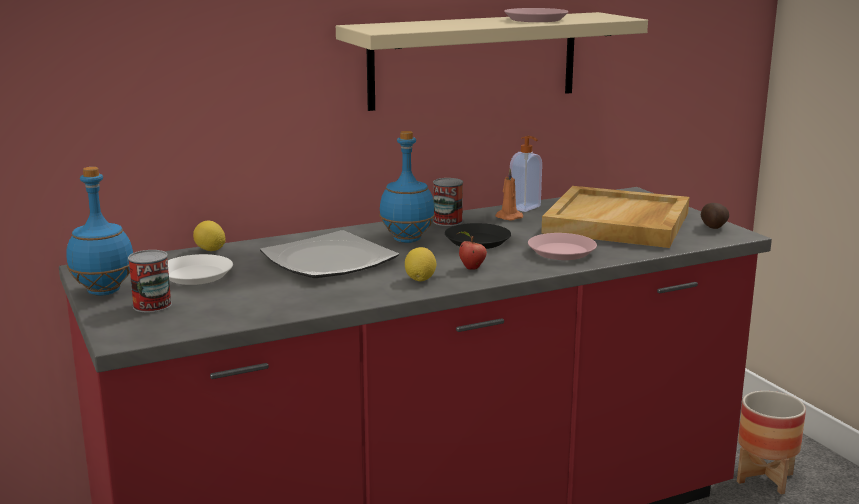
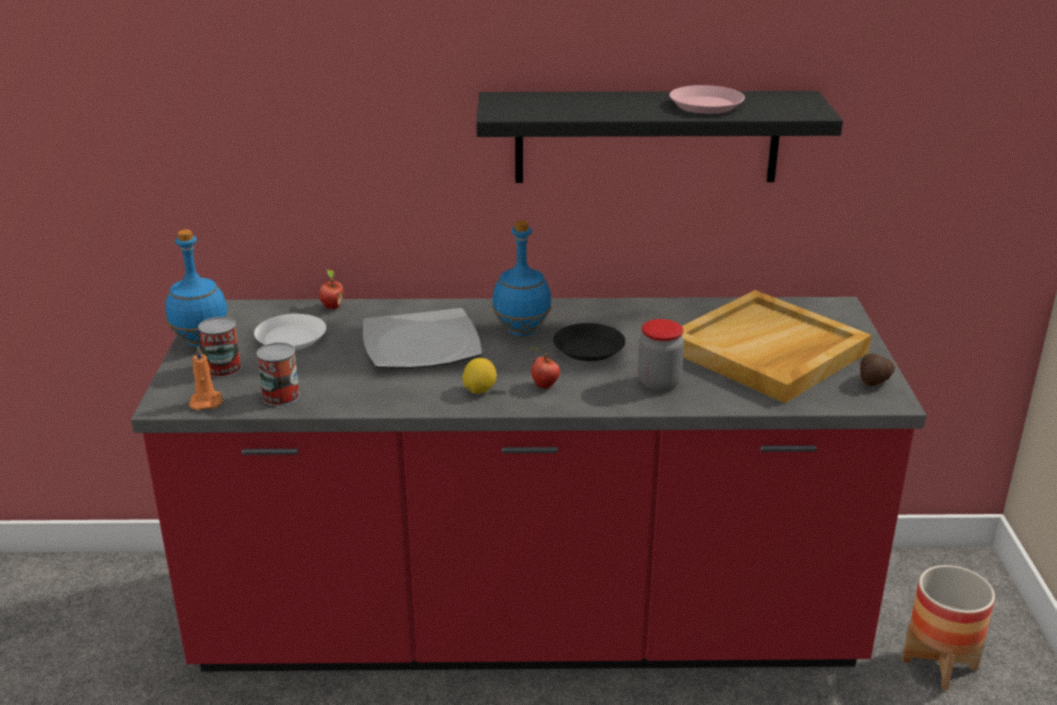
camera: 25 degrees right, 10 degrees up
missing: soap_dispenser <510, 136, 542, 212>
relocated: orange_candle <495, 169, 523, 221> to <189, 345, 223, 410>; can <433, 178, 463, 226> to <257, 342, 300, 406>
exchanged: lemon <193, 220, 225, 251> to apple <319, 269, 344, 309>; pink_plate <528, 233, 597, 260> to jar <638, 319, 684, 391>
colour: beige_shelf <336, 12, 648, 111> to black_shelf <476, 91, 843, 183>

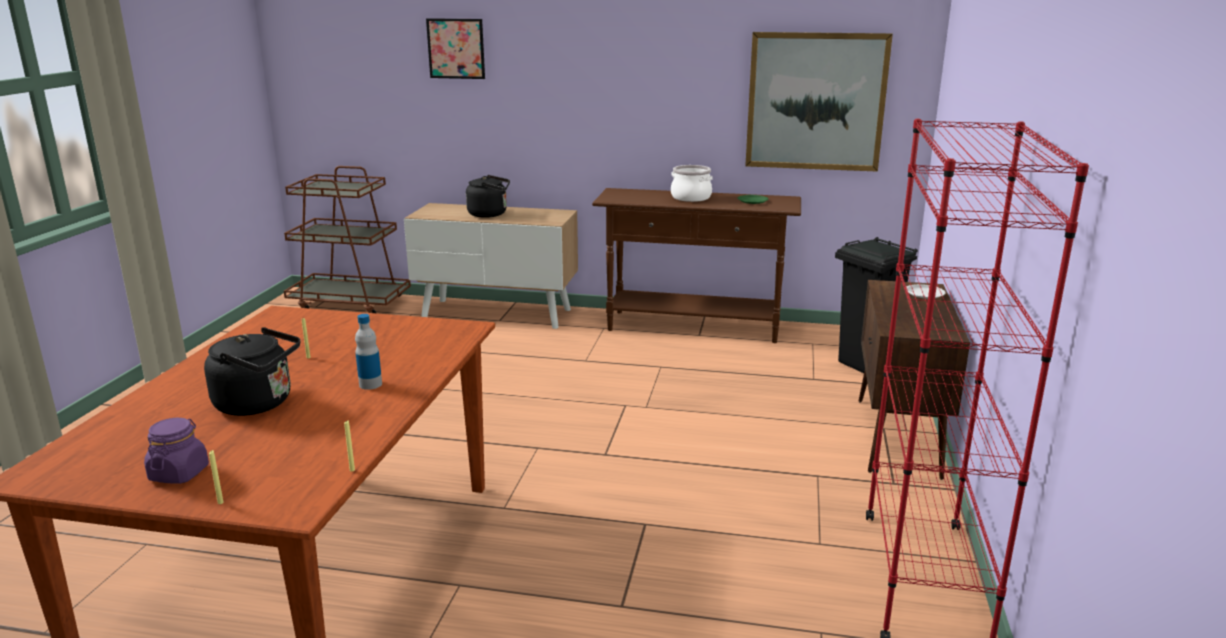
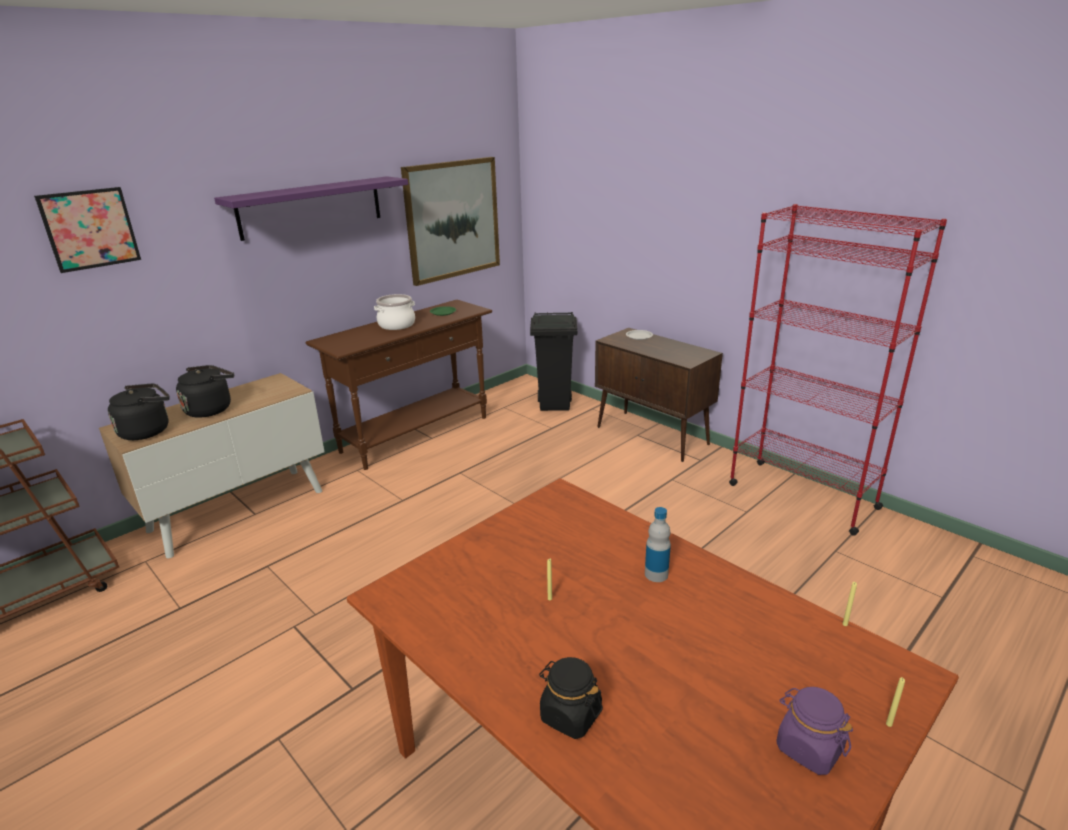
camera: 55 degrees left, 5 degrees up
appeared: purple_shelf <214, 176, 408, 241>; black_jar <539, 657, 603, 739>
relocated: black_kettle <204, 327, 300, 416> to <108, 384, 170, 440>

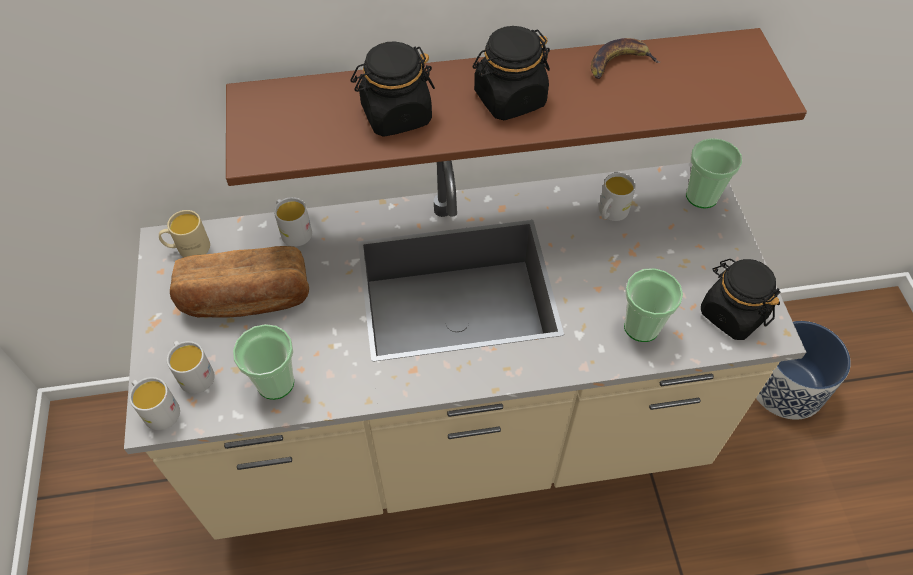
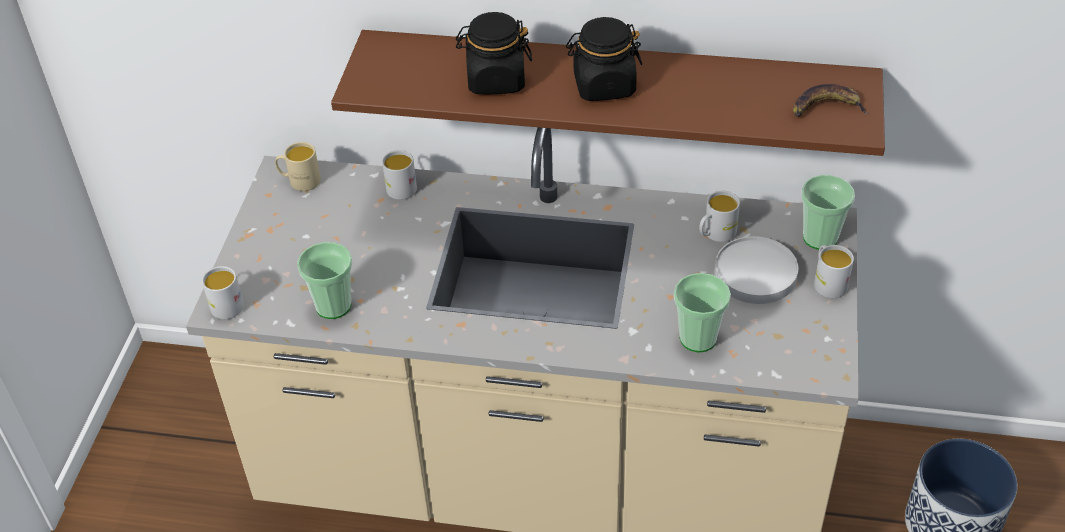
camera: 20 degrees right, 10 degrees down
missing: bread <170, 246, 309, 318>; black_jar <701, 259, 780, 340>
appeared: white_plate <715, 236, 798, 304>
relocated: banana <591, 38, 660, 79> to <793, 84, 869, 117>; white_mug <167, 341, 214, 394> to <814, 245, 854, 298>

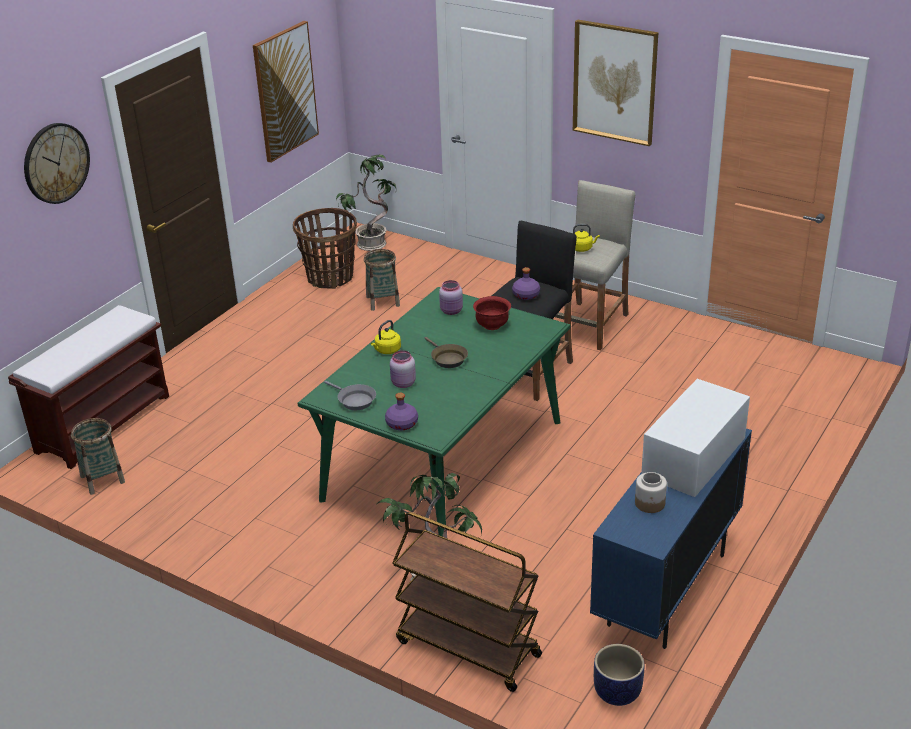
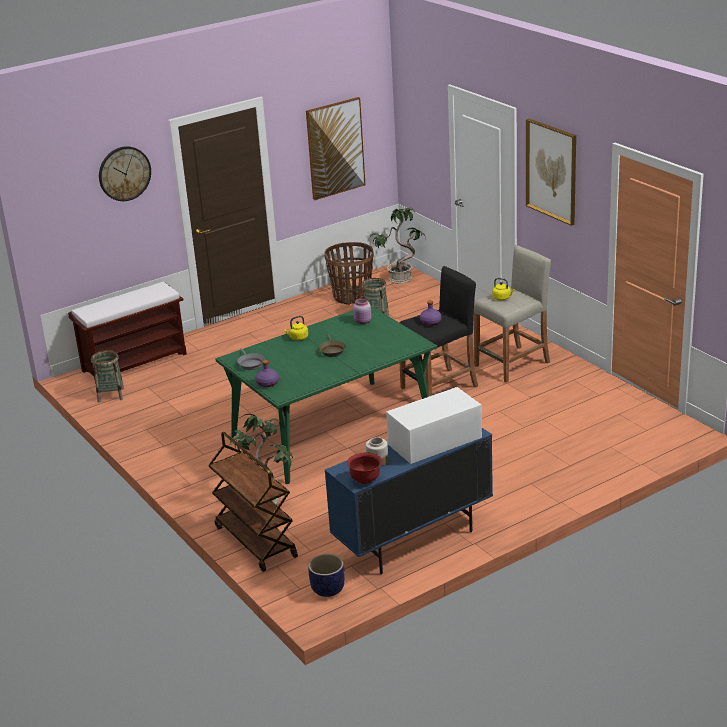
camera: 25 degrees right, 5 degrees down
missing: pink_jar <390, 350, 416, 388>
relocated: red_bowl <473, 296, 511, 330> to <347, 453, 382, 484>

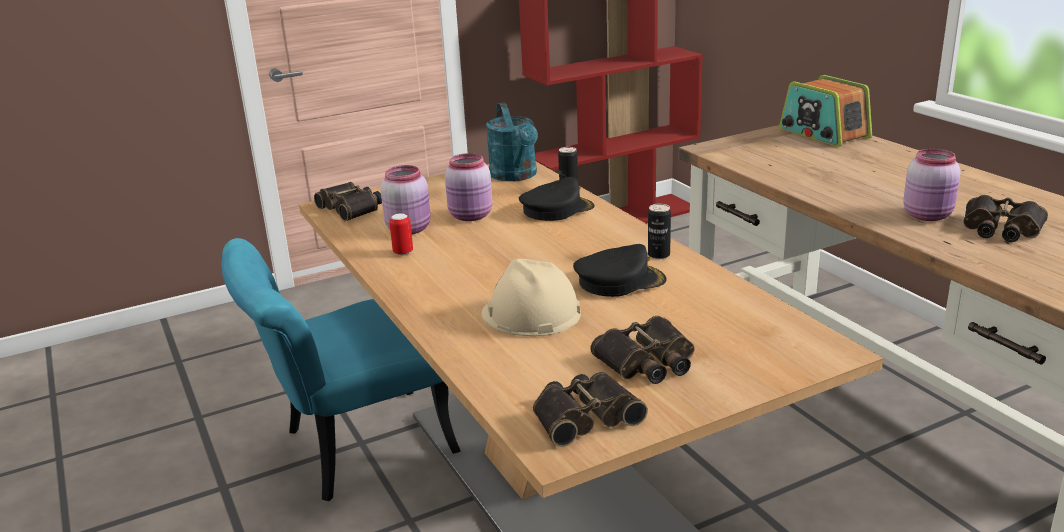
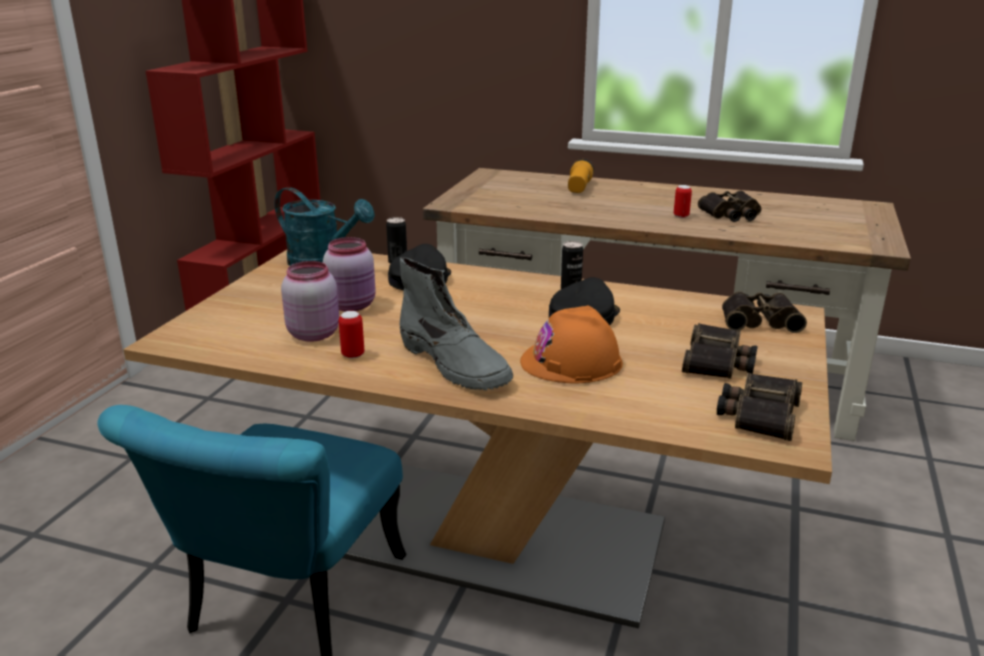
camera: 45 degrees left, 0 degrees up
missing: radio <779, 75, 872, 147>
appeared: grey_boot <400, 257, 513, 390>; flashlight <568, 159, 594, 193>
relocated: binoculars <314, 182, 382, 221> to <722, 292, 807, 333>
exchanged: pink_jar <903, 148, 961, 221> to can <674, 185, 692, 218>
colour: beige_hard_hat <482, 259, 581, 336> to orange_hard_hat <520, 305, 623, 383>

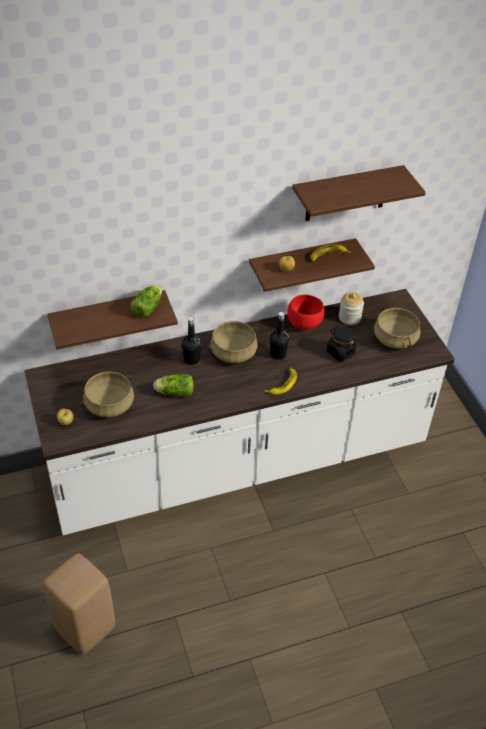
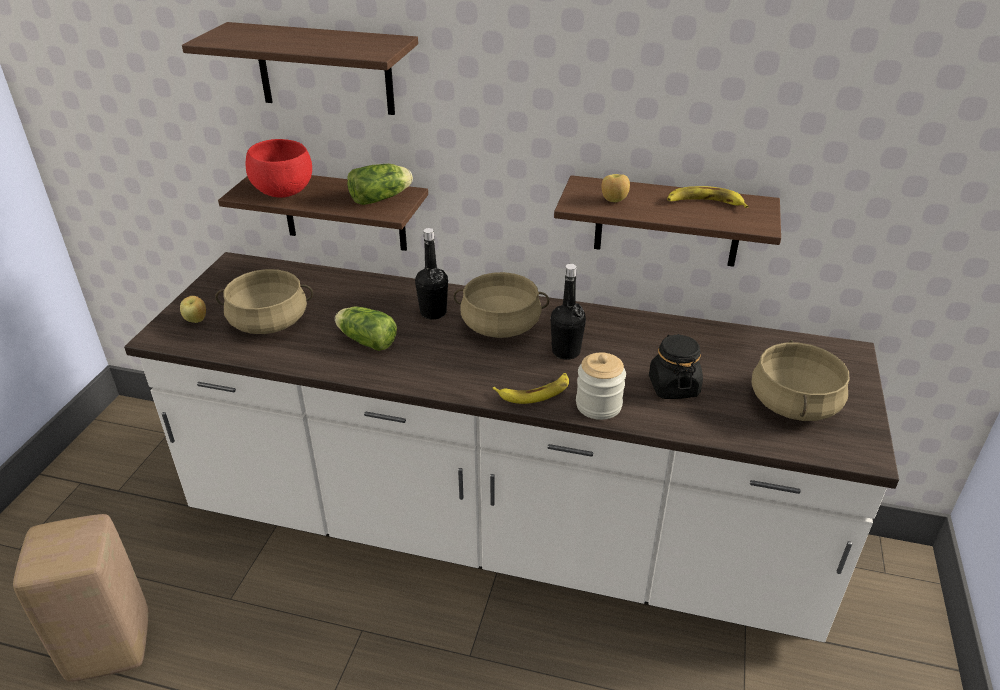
camera: 35 degrees right, 10 degrees down
relocated: shelf <292, 165, 426, 221> to <182, 22, 418, 115>; red_bowl <287, 294, 324, 329> to <246, 139, 312, 198>; jar <339, 292, 364, 325> to <576, 352, 626, 420>

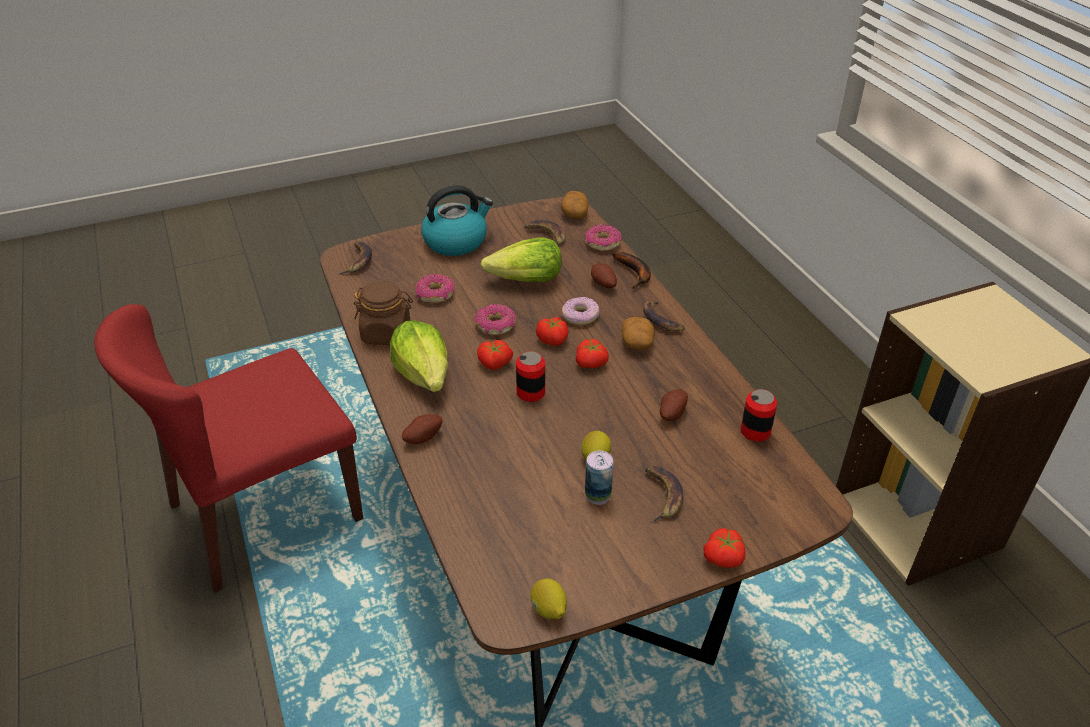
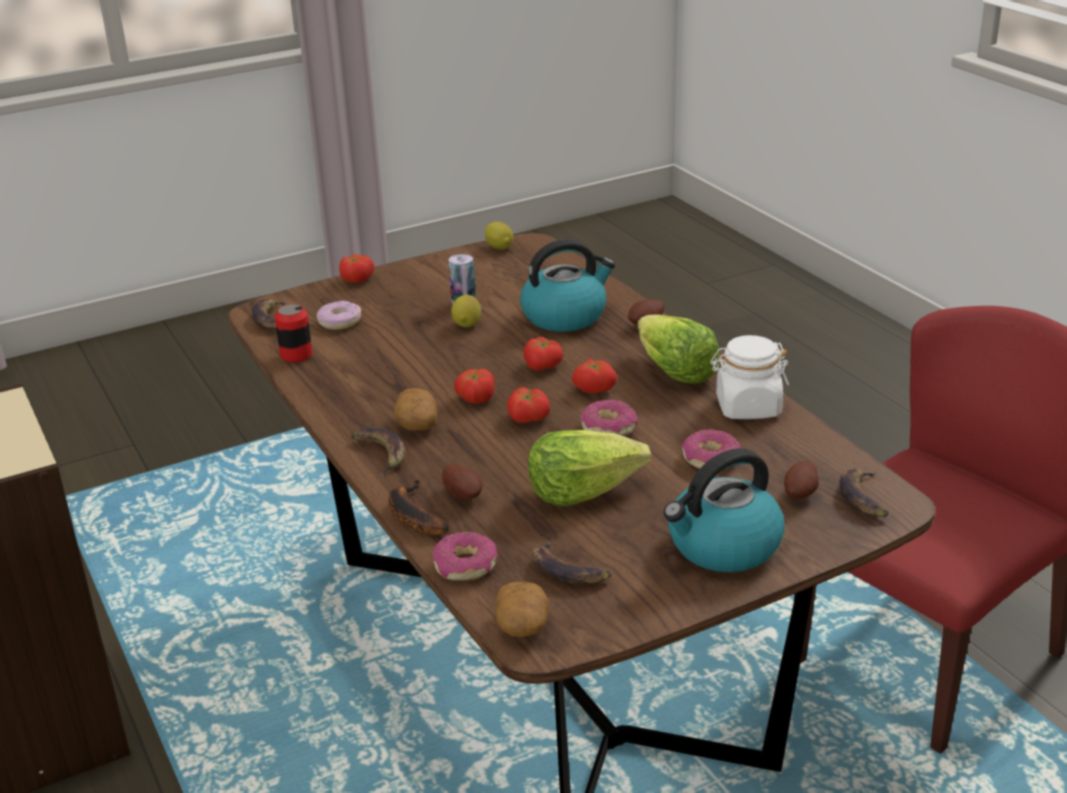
camera: 175 degrees right, 10 degrees down
appeared: kettle <520, 239, 615, 332>
relocated: banana <645, 466, 683, 523> to <252, 299, 288, 329>; donut <562, 297, 600, 325> to <317, 301, 361, 330>; potato <660, 389, 688, 421> to <784, 461, 819, 499>
exchanged: can <516, 351, 545, 402> to tomato <523, 337, 563, 371>
colour: brown_jar <354, 281, 413, 345> to white_jar <710, 335, 789, 419>

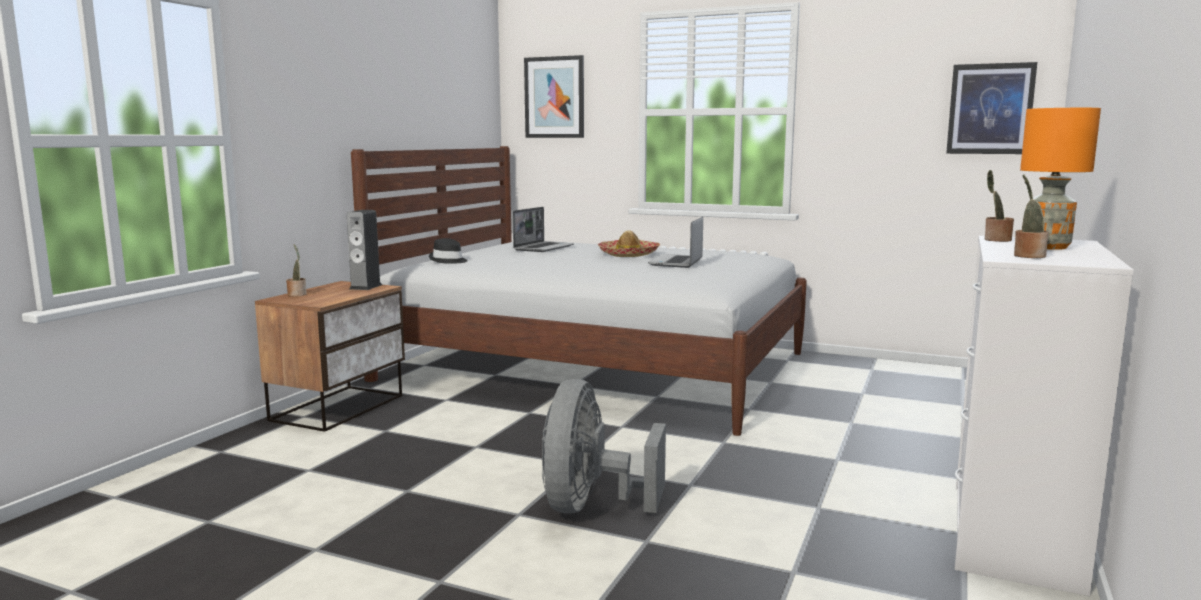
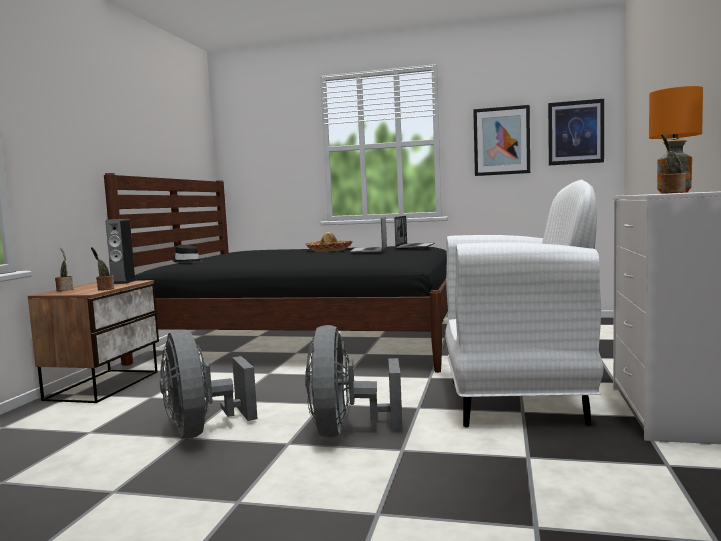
camera: 10 degrees left, 5 degrees down
appeared: grey_fan <160, 329, 257, 439>; white_armchair <445, 180, 603, 427>
relocated: potted_plant <985, 170, 1014, 242> to <91, 247, 114, 291>; laptop <513, 207, 574, 252> to <394, 216, 435, 249>; picture <524, 55, 584, 138> to <473, 105, 530, 176>
colour: white_bed <351, 146, 807, 436> to black_bed <104, 173, 448, 373>

